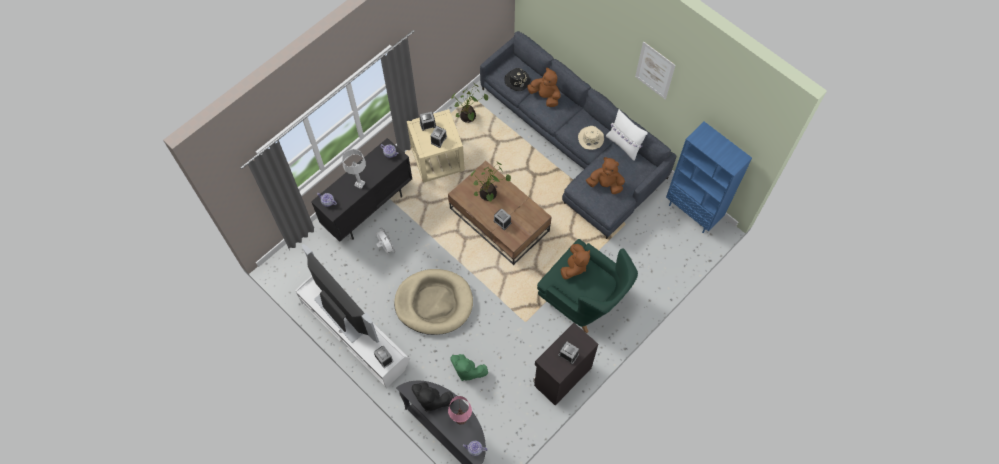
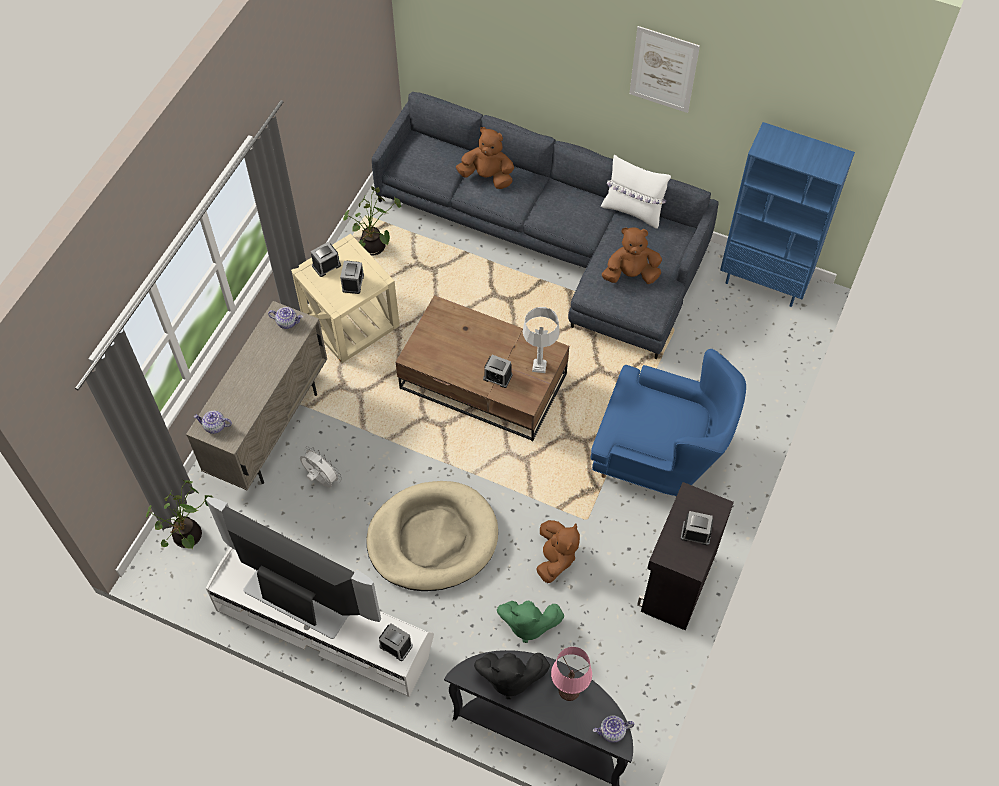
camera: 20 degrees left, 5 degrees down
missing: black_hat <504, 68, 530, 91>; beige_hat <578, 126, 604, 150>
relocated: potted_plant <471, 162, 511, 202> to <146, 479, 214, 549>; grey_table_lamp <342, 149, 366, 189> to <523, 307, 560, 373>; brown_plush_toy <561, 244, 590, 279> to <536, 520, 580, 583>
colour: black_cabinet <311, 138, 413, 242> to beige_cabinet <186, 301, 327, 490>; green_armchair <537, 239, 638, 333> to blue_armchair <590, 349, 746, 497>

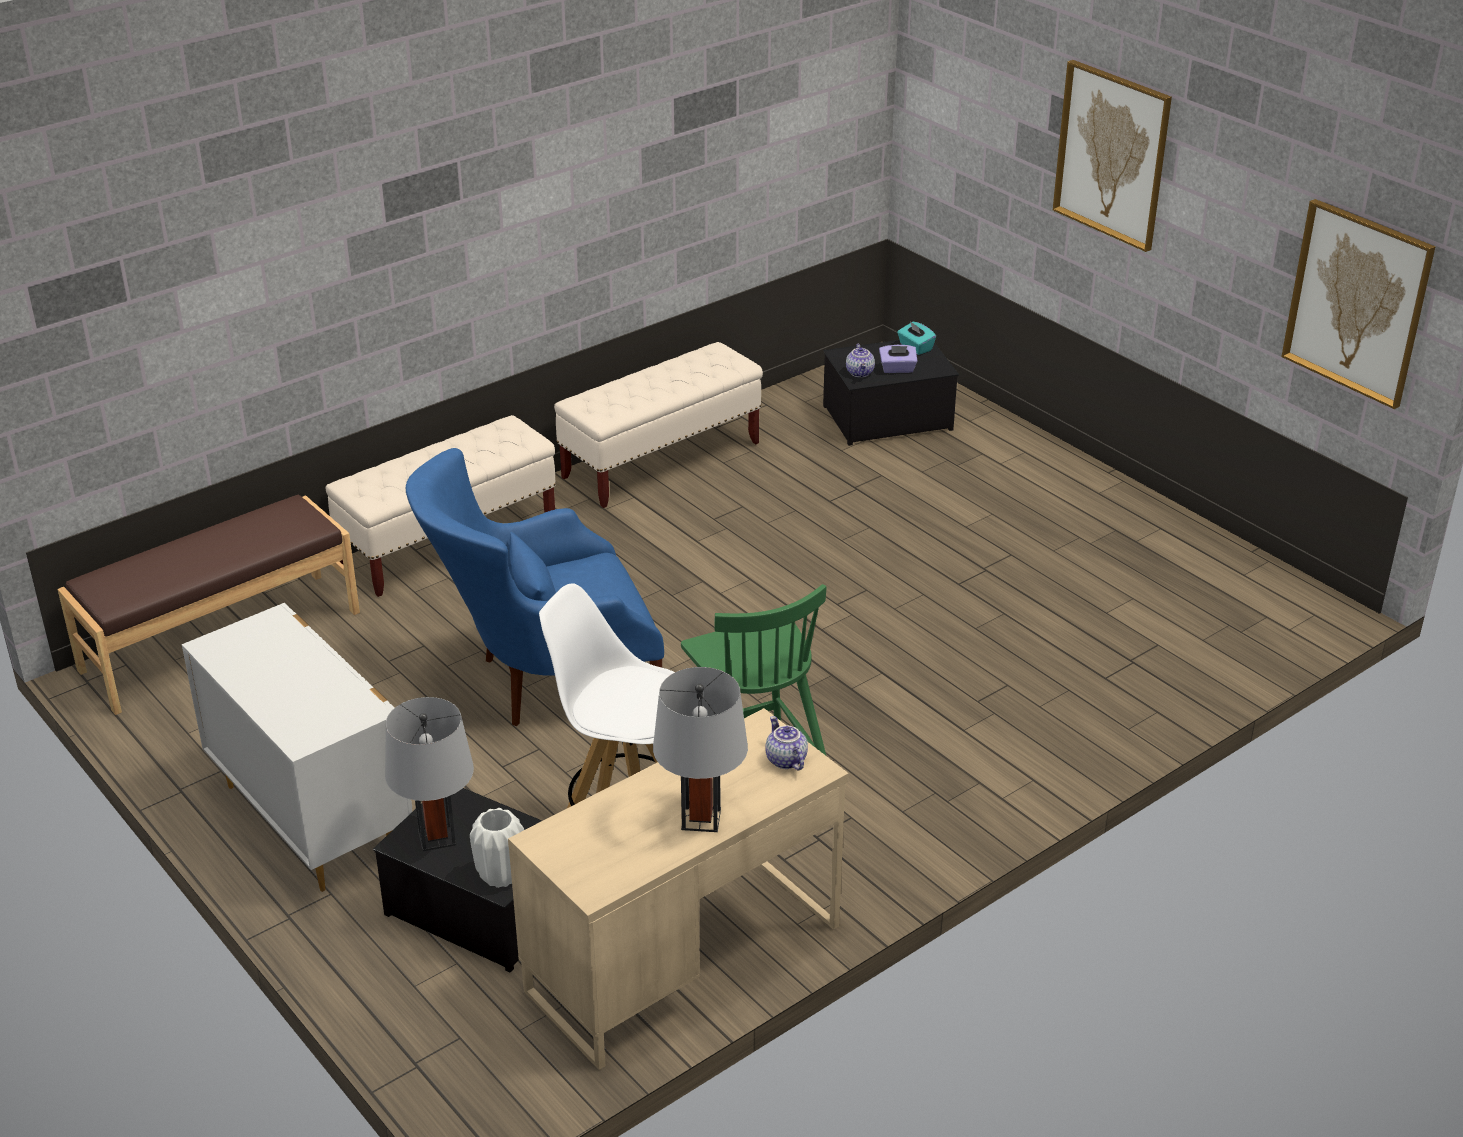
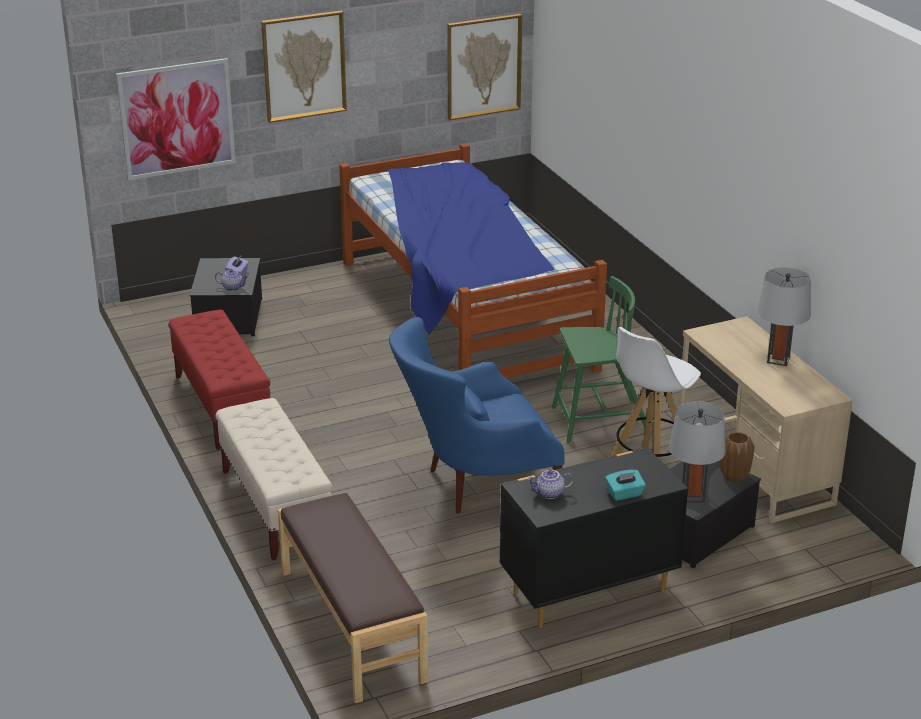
camera: 75 degrees left, 5 degrees down
appeared: picture <116, 58, 236, 180>; bed <339, 143, 607, 378>
relocated: teapot <765, 716, 808, 770> to <527, 470, 574, 499>; turquoise_tissue_box <897, 321, 936, 355> to <605, 470, 646, 501>
colour: beige_bench <554, 342, 763, 508> to red_bench <168, 310, 270, 450>; white_dresser <182, 603, 412, 892> to black_dresser <500, 447, 688, 628>; white_vase <470, 808, 524, 888> to brown_vase <720, 432, 755, 483>
spun: blue_armchair <406, 448, 664, 726> = <389, 317, 565, 513> 75 degrees clockwise

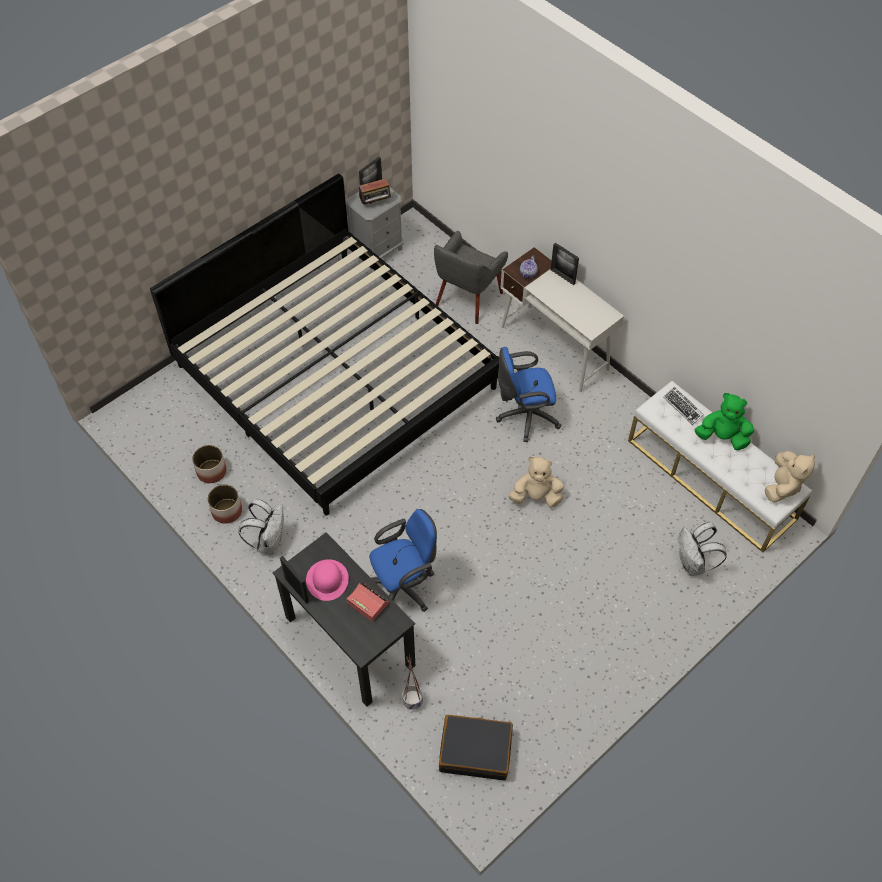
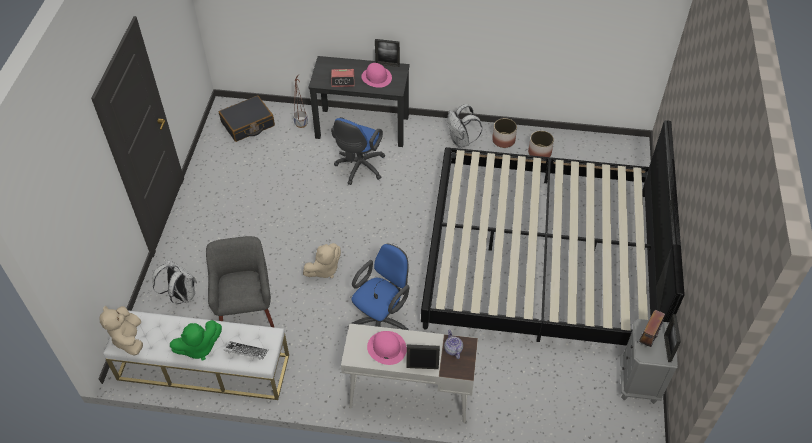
camera: 140 degrees right, 5 degrees down
appeared: pink_hat <367, 331, 407, 365>
relocated: grey_armchair <434, 231, 508, 324> to <206, 236, 274, 327>

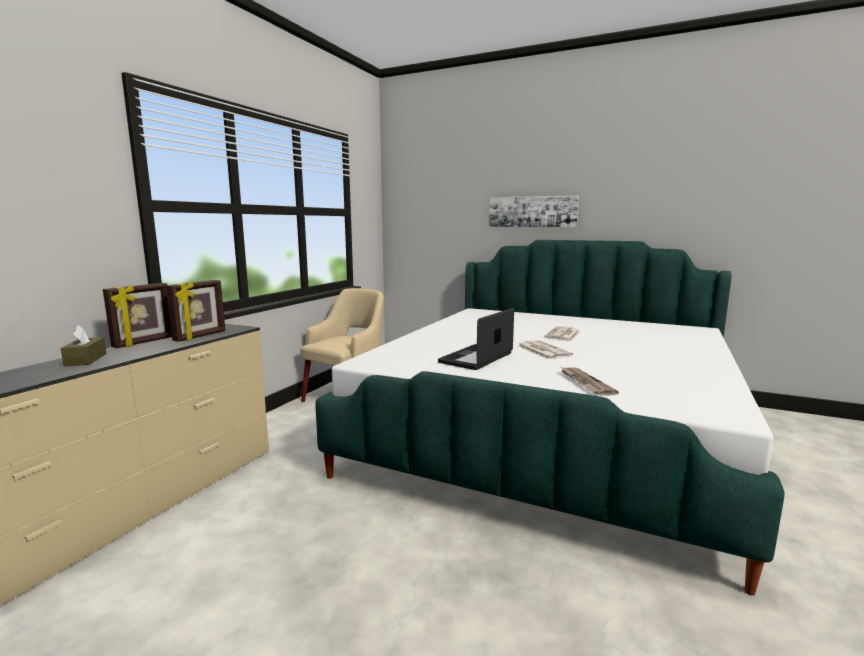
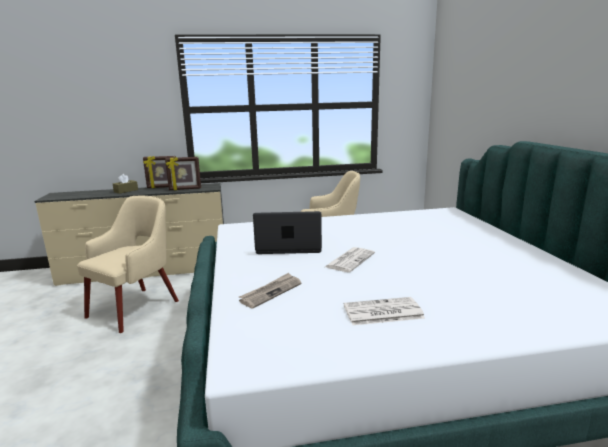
camera: 55 degrees right, 5 degrees up
missing: picture <489, 195, 579, 227>
appeared: beige_armchair <77, 196, 179, 333>
relocated: newspaper <544, 326, 580, 341> to <344, 297, 425, 325>

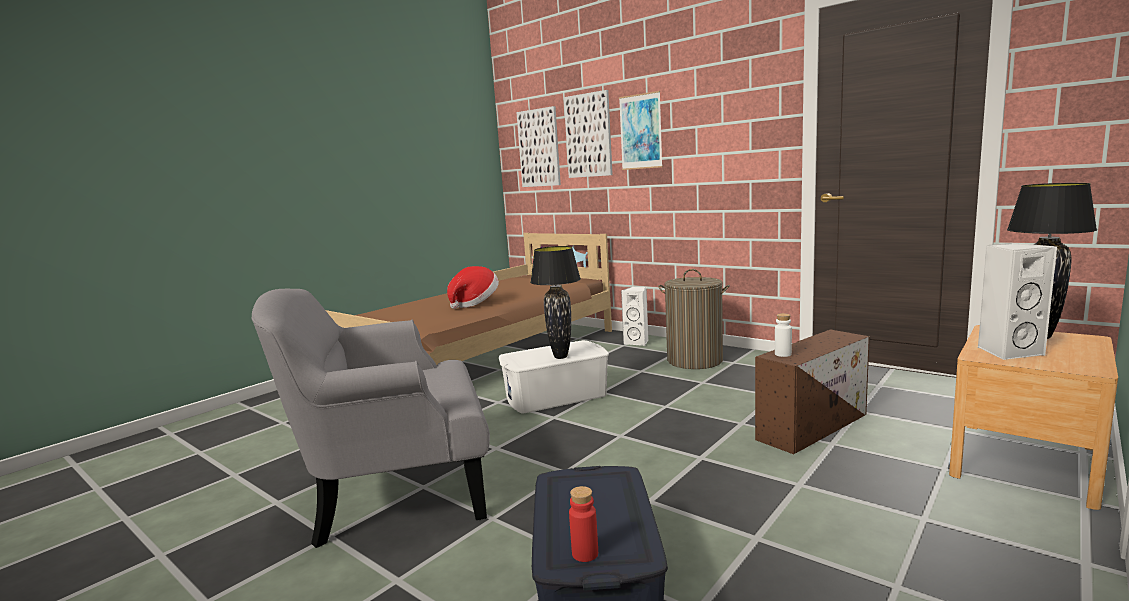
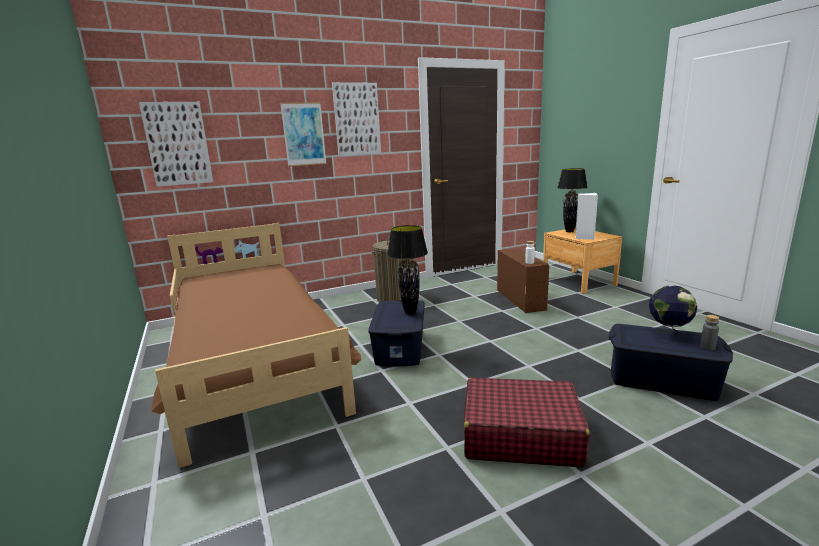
camera: 65 degrees left, 5 degrees up
missing: hat <447, 266, 499, 309>; white_speaker <621, 287, 648, 346>
appeared: globe <649, 286, 697, 344>
relocated: picture <564, 90, 613, 178> to <332, 82, 381, 156>
exchanged: grey_armchair <252, 289, 490, 548> to red_suitcase <464, 378, 590, 467>
colour: white_storage_box <499, 340, 609, 414> to blue_storage_box <368, 300, 425, 366>; red_bottle <569, 486, 598, 562> to grey_bottle <700, 315, 719, 350>

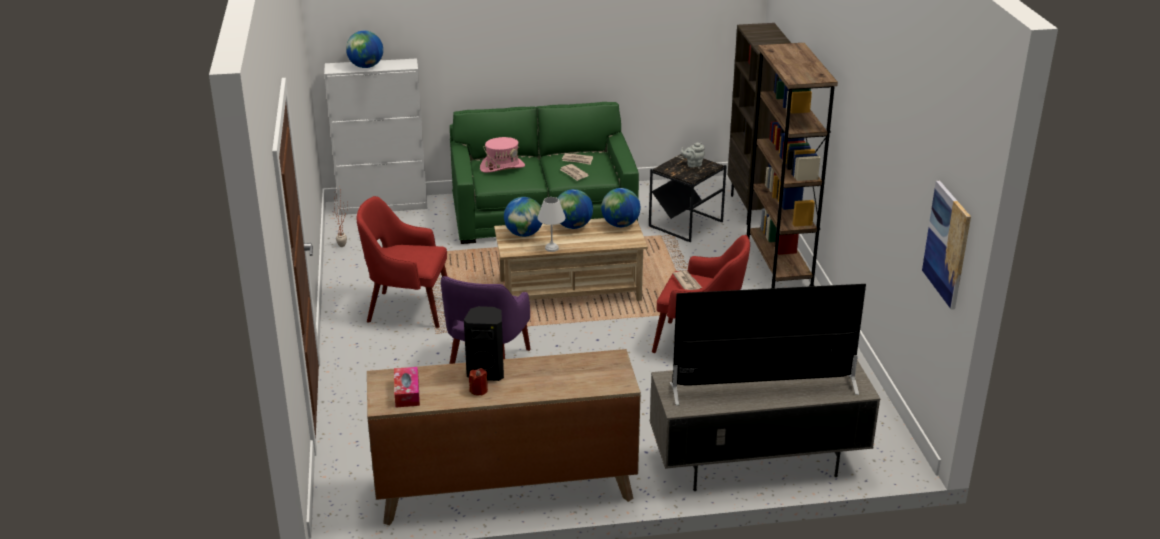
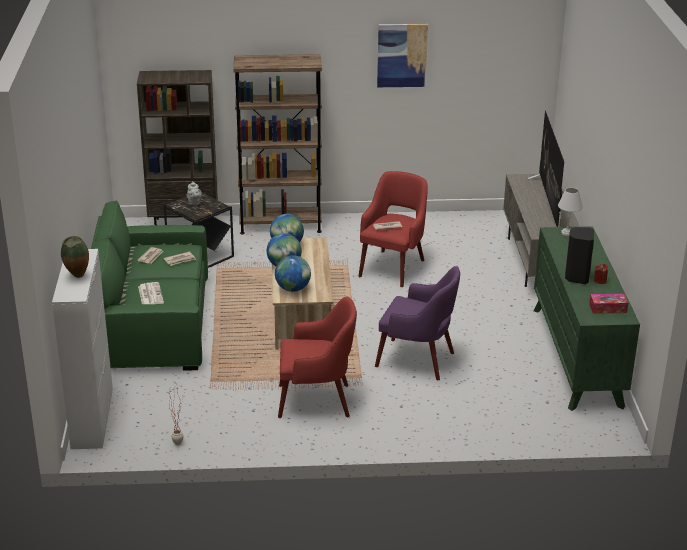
camera: 85 degrees left, 0 degrees up
relocated: picture <922, 181, 971, 310> to <377, 24, 428, 87>; white_table_lamp <537, 197, 566, 252> to <558, 188, 583, 236>
exchanged: globe <346, 31, 383, 68> to vase <61, 236, 89, 278>; pink_hat <480, 137, 525, 173> to newspaper <138, 282, 164, 304>
colour: brown_dresser <367, 349, 641, 526> to green_dresser <534, 226, 640, 411>
spun: red_armchair <357, 196, 448, 328> = <278, 296, 357, 418> 105 degrees counterclockwise

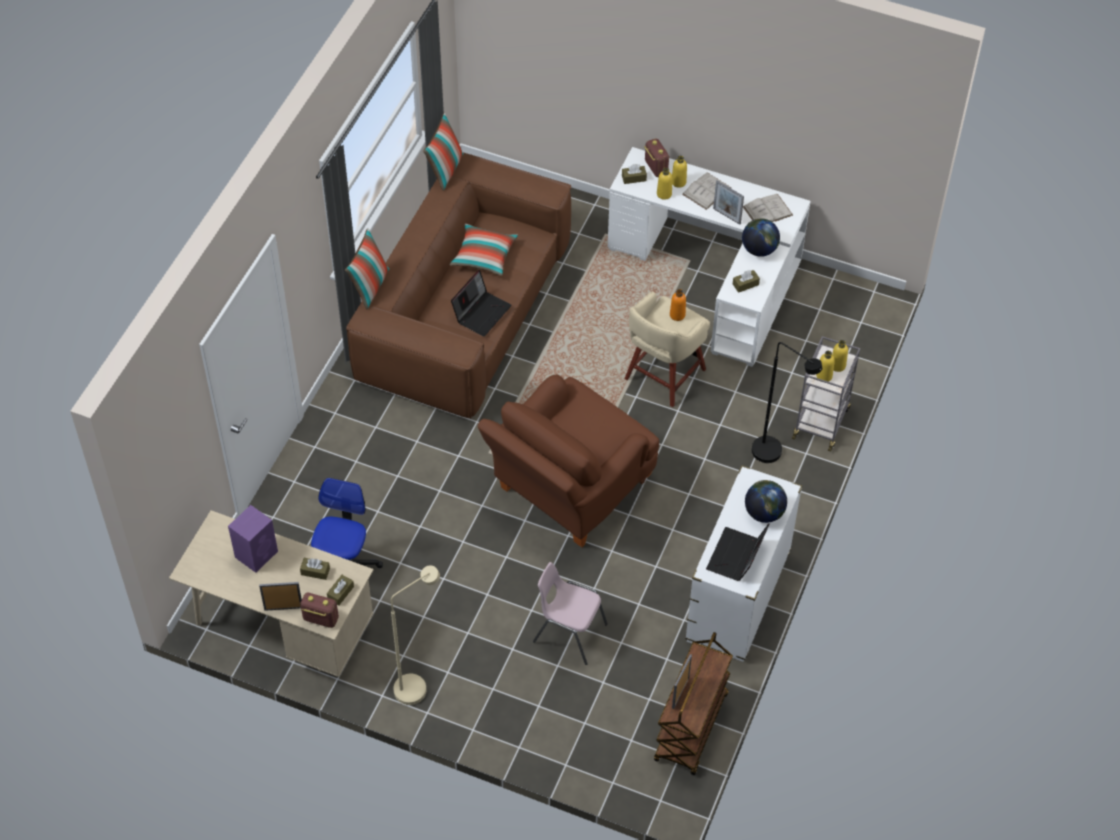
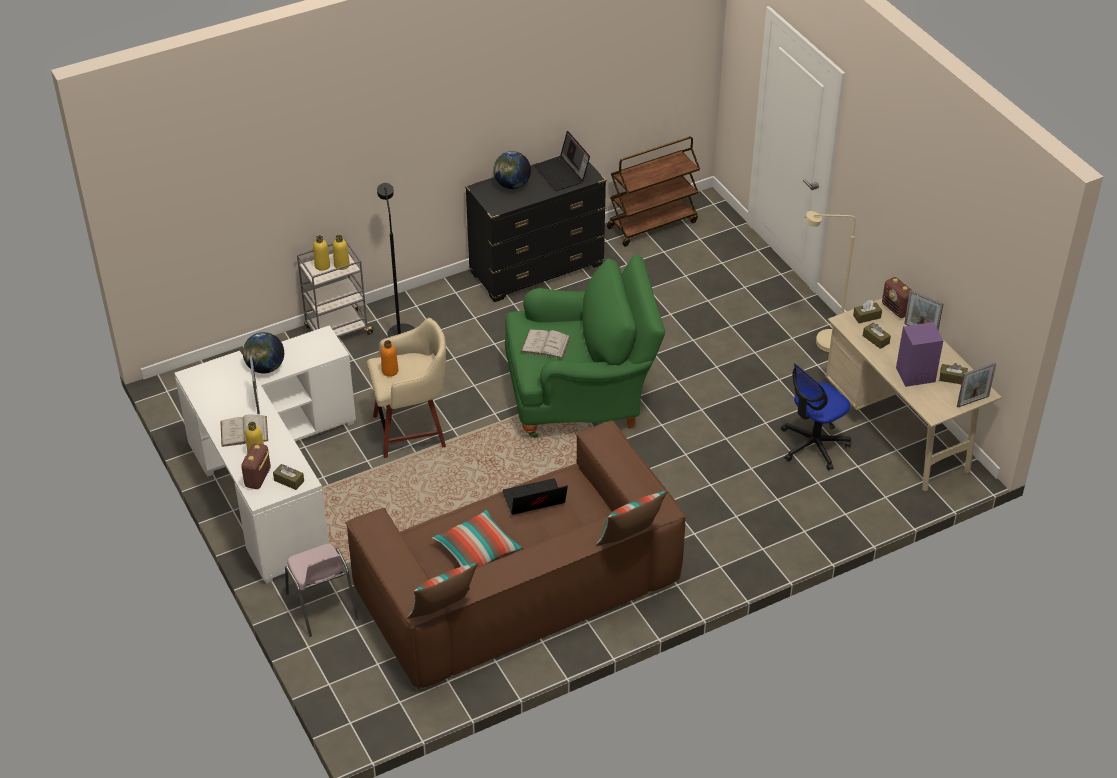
camera: 140 degrees left, 10 degrees down
missing: yellow_bottle <657, 168, 672, 200>
relocated: pink_chair <533, 562, 608, 665> to <285, 544, 358, 637>; white_book <743, 194, 793, 222> to <521, 329, 570, 359>; brown_tissue_box <733, 270, 760, 293> to <939, 363, 968, 384>; picture_frame <672, 654, 692, 709> to <957, 362, 996, 407>
colour: white_dresser <685, 465, 802, 662> to black_dresser <465, 156, 606, 302>; brown_armchair <478, 375, 659, 547> to green_armchair <505, 255, 665, 438>
spun: laptop <706, 523, 770, 581> = <534, 131, 590, 191> 90 degrees clockwise

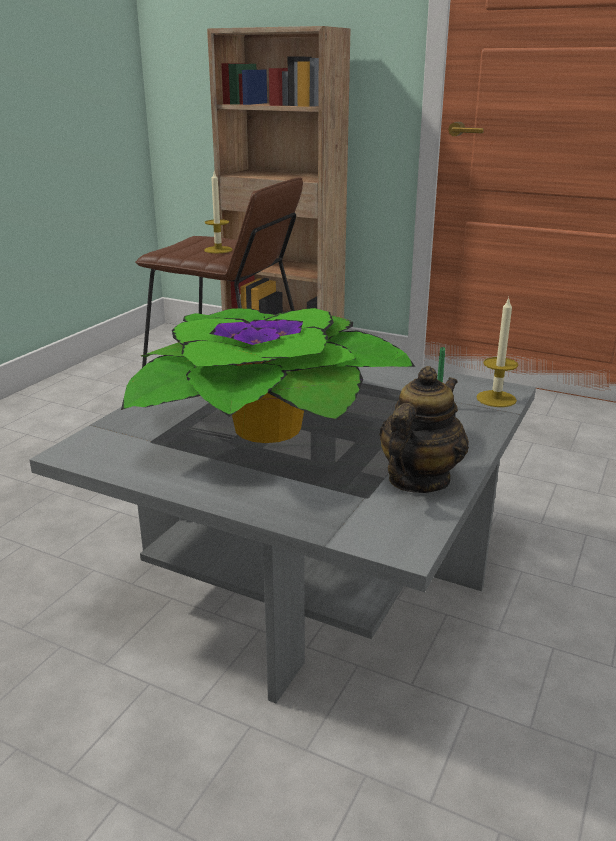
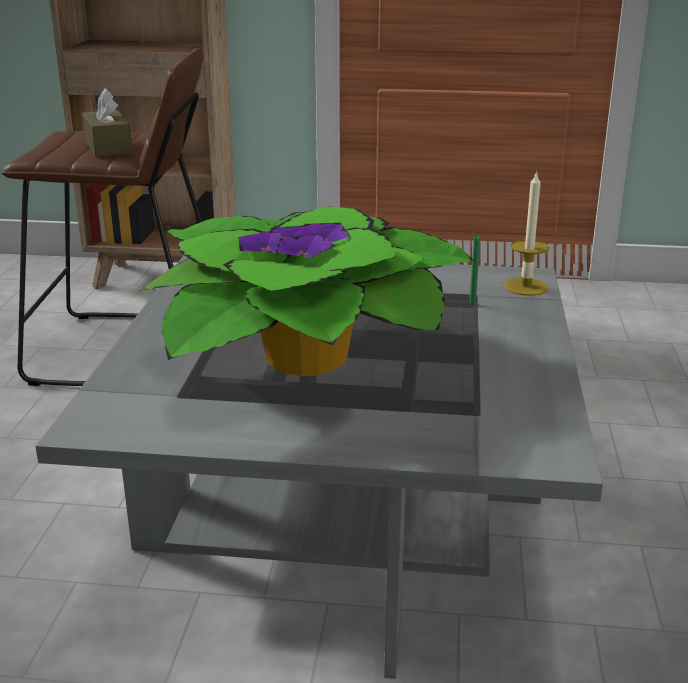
camera: 20 degrees left, 0 degrees up
missing: teapot <379, 366, 469, 493>
exchanged: candle <204, 172, 233, 253> to brown_tissue_box <82, 88, 133, 157>

